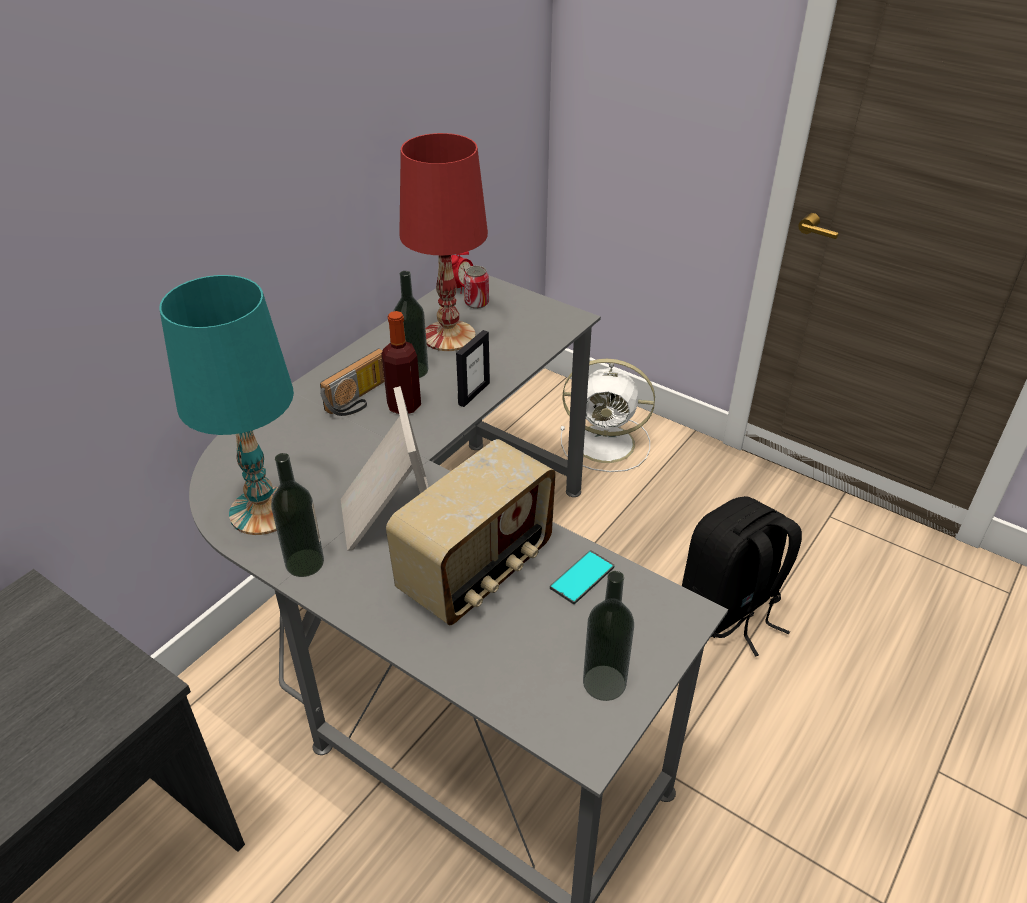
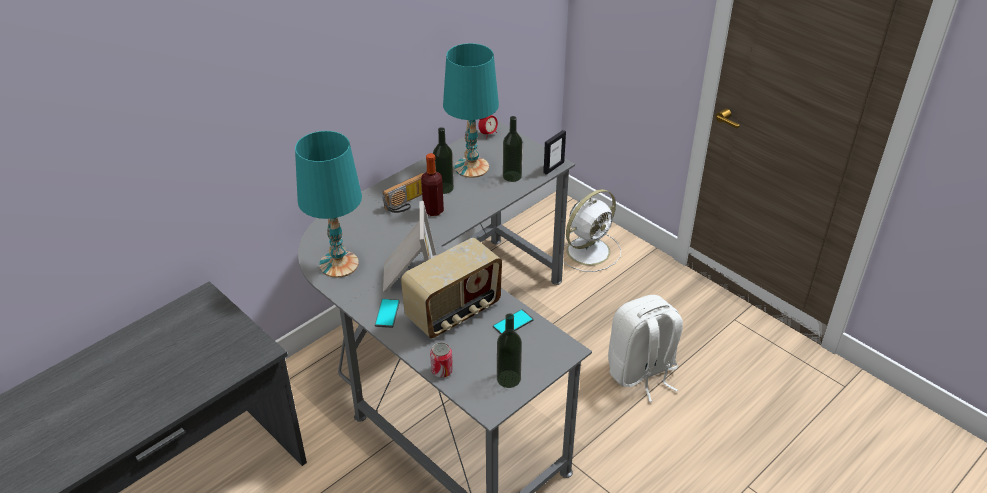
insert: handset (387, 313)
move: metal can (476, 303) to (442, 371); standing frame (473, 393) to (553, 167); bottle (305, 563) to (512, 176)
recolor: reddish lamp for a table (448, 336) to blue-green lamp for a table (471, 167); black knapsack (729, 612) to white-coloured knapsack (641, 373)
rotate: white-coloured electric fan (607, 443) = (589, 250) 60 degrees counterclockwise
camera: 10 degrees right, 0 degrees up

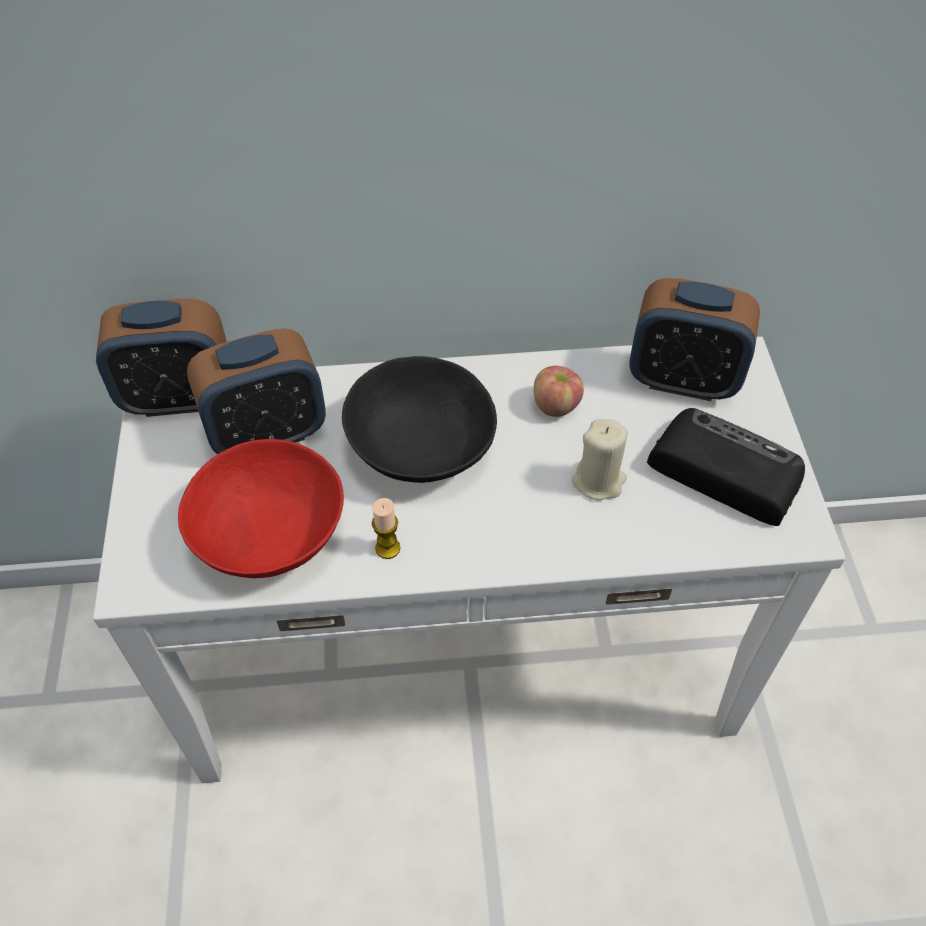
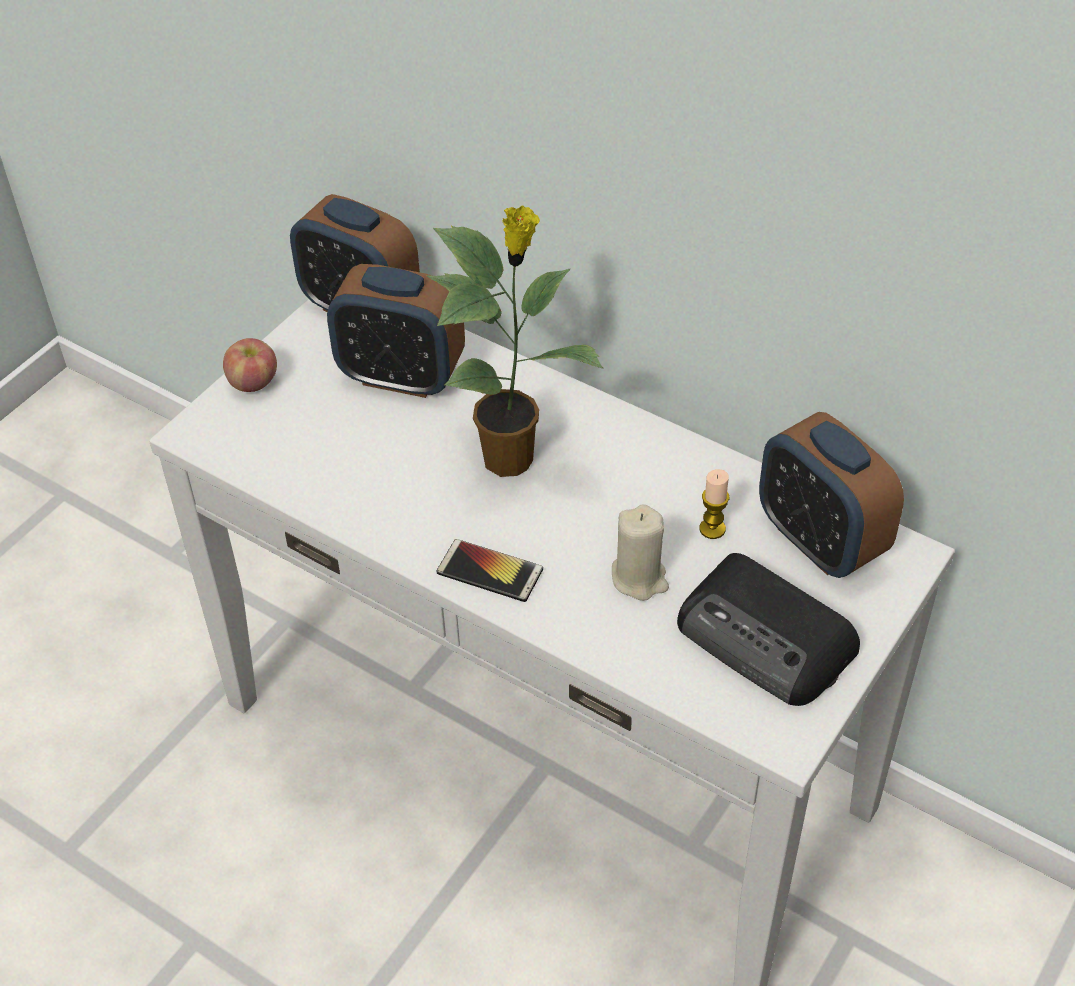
delete: reddish deep dish (271, 536)
insert: handset (490, 571)
move: apple (555, 405) to (253, 382); candle (387, 548) to (712, 529)
replace: black deep dish (419, 447) to potted plant (512, 458)
rotate: radio (722, 470) = (767, 640) 150 degrees clockwise
camera: 40 degrees right, 5 degrees down

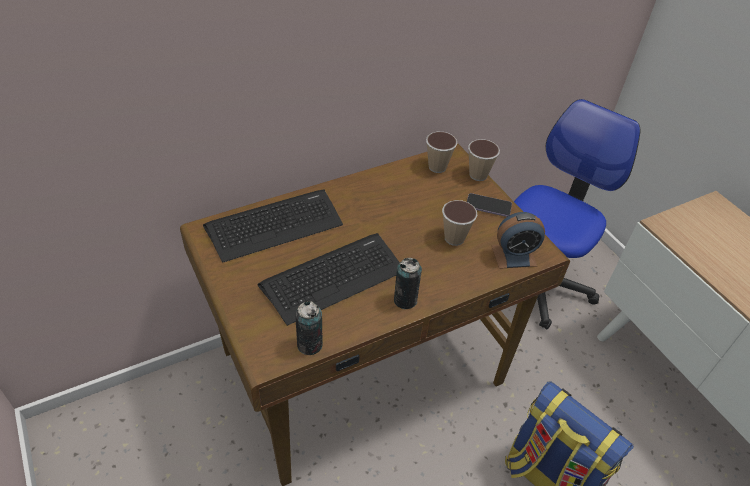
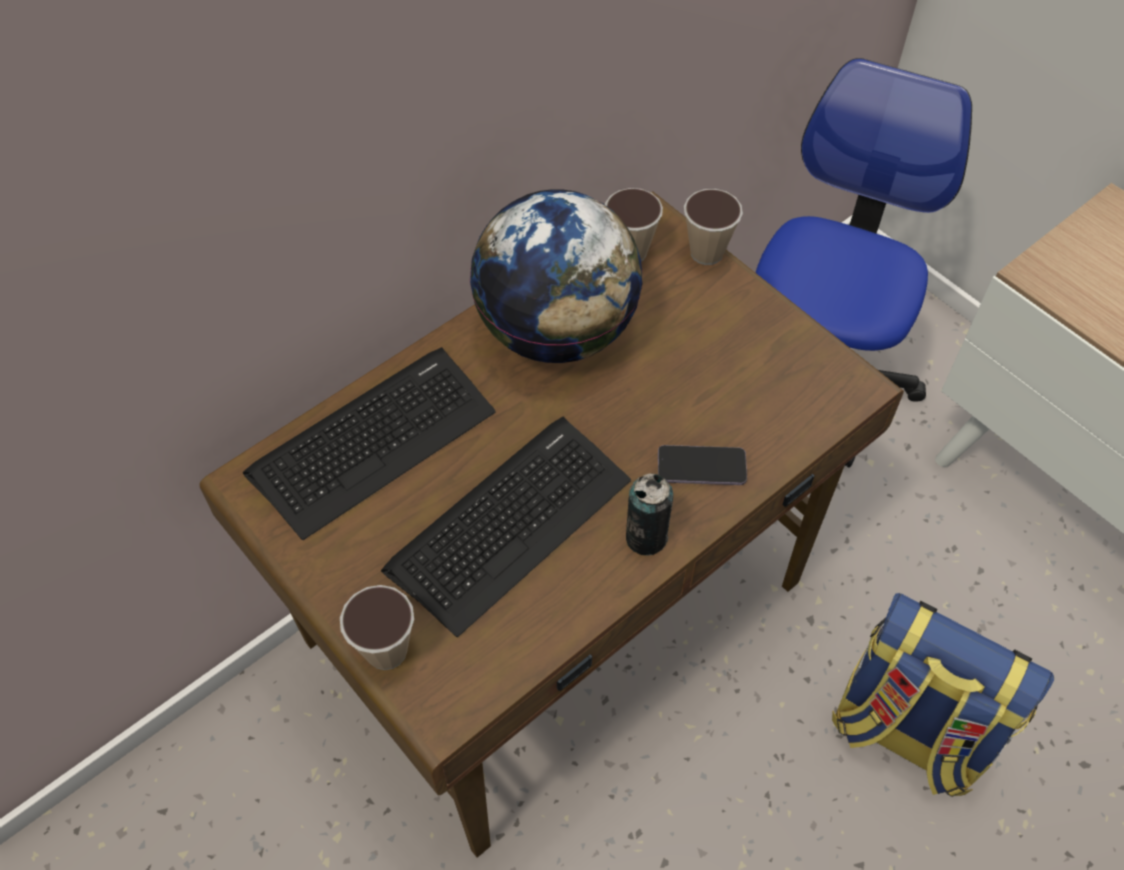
delete: table clock (514, 255); metal can (309, 345)
insert: globe (556, 332)
move: handset (488, 206) to (701, 467); cup (454, 238) to (386, 650)
camera: 10 degrees left, 10 degrees up

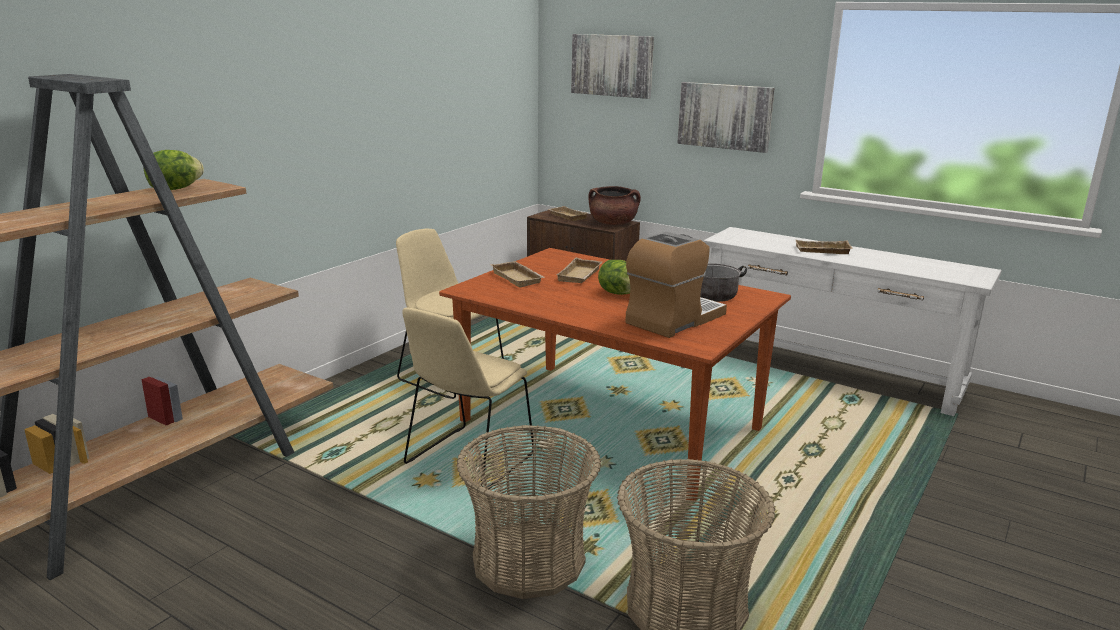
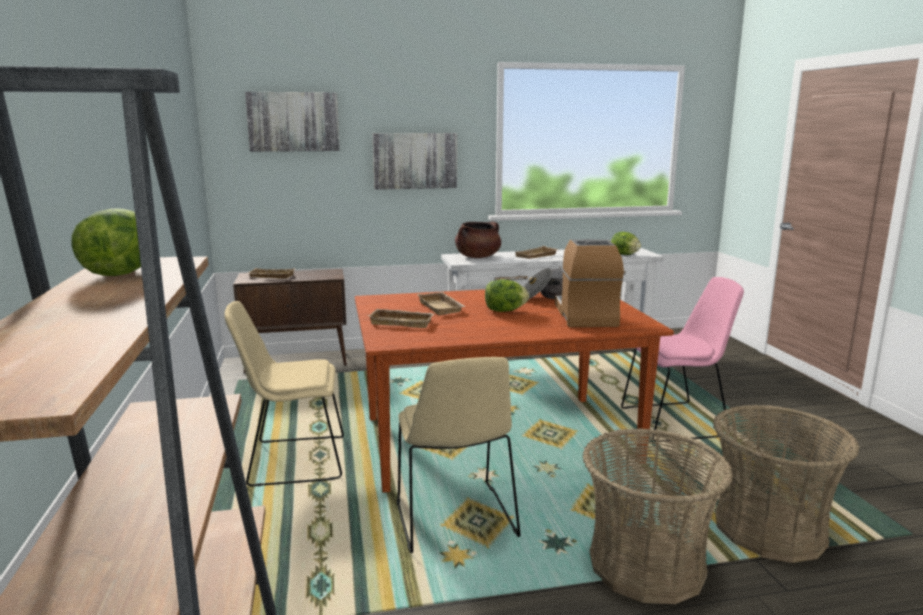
insert: lettuce head (624, 255); pink chair (676, 422)
move: brown-coloured cooking pot (613, 223) to (478, 257)
camera: 45 degrees left, 5 degrees down

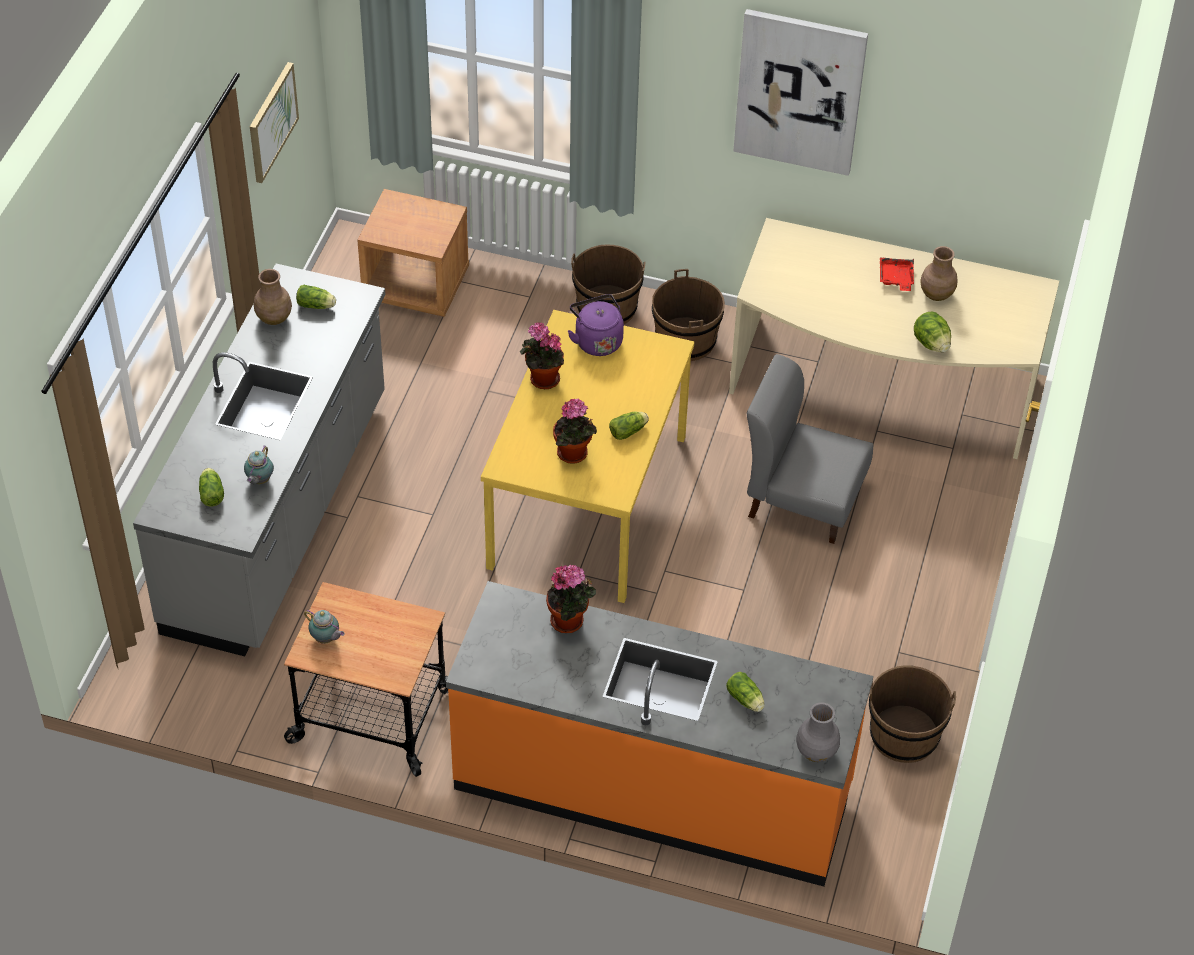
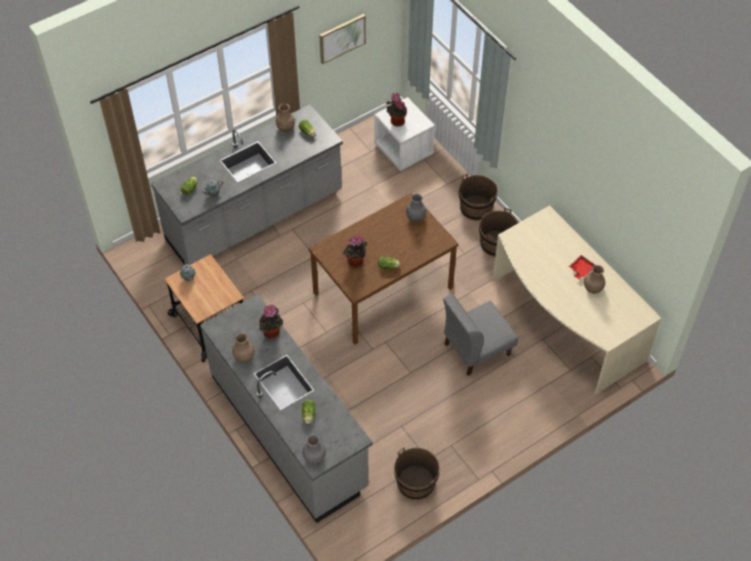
delete: wall art (799, 91); lettuce head (931, 343)
insert: brown-coloured vase (244, 357)
move: potted plant (542, 380) to (396, 121)
replace: purple-coloured water kettle (596, 340) to gray vase (416, 217)
recolor: brown-coloured night table (416, 285) to white-coloured night table (404, 150); yellowish dining table (587, 500) to brown-coloured dining table (383, 289); orange counter (653, 787) to gray counter (289, 431)
rotate: gray chair (802, 500) = (476, 349) 90 degrees counterclockwise
camera: 40 degrees right, 5 degrees up

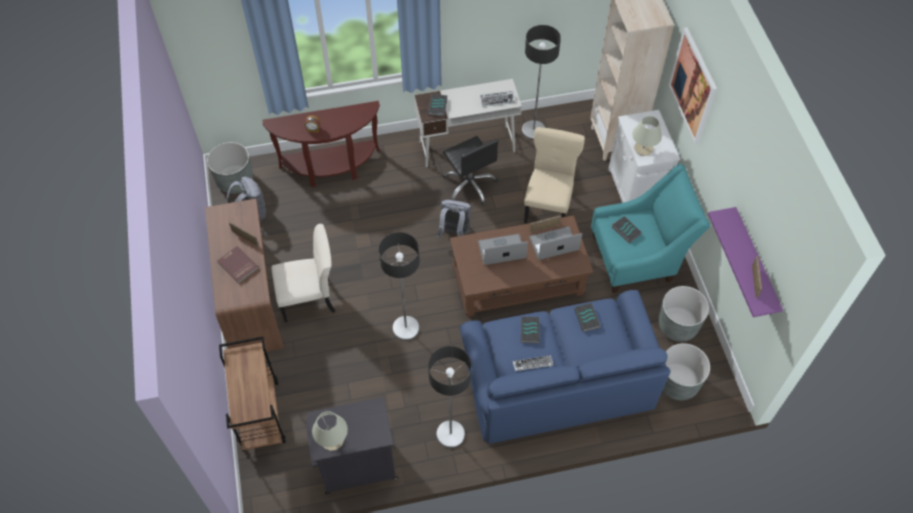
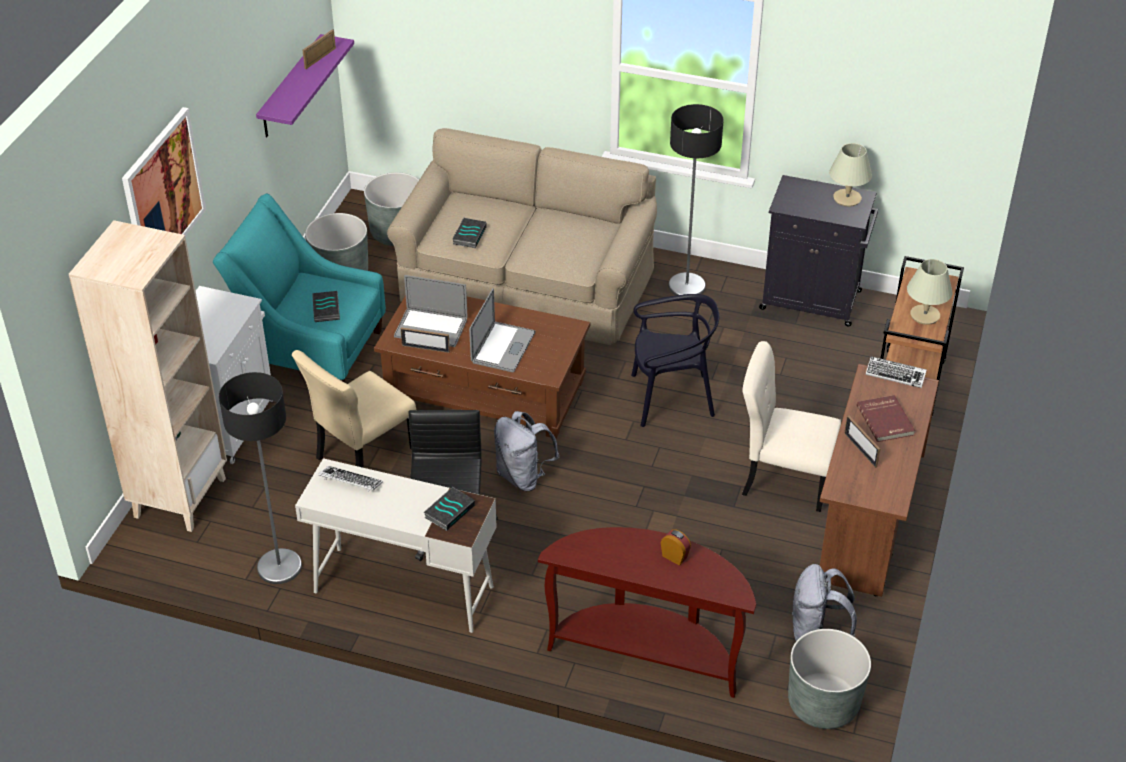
delete: volume (530, 331)
move: beige-coloured lamp for a table (643, 148) to (924, 315); computer keyboard (532, 364) to (895, 375)
replace: floor lamp (405, 328) to black chair (671, 398)
recolor: blue settee (557, 380) to beige-coloured settee (527, 283)
rotate: notebook computer (501, 250) = (503, 347) 90 degrees counterclockwise
camera: 150 degrees left, 15 degrees down

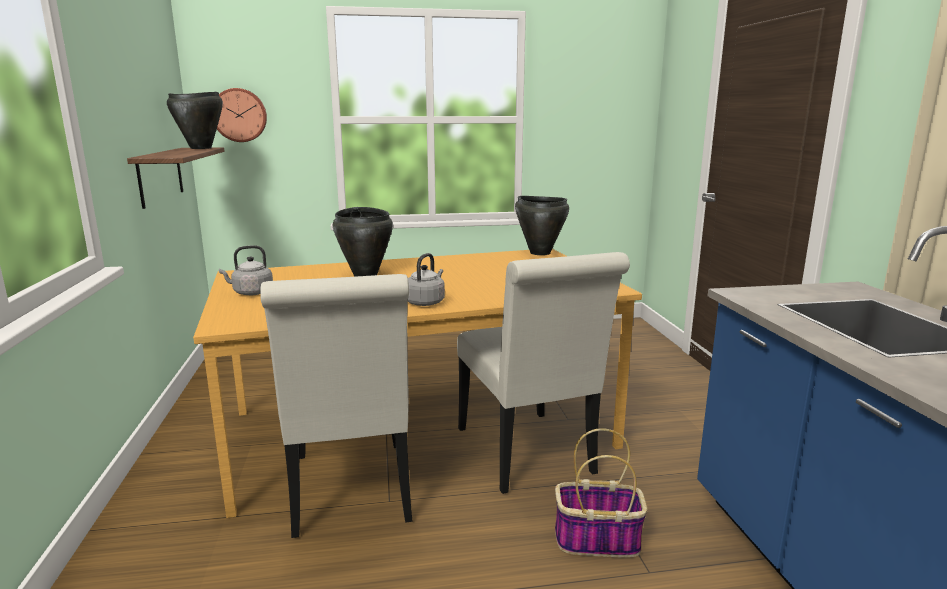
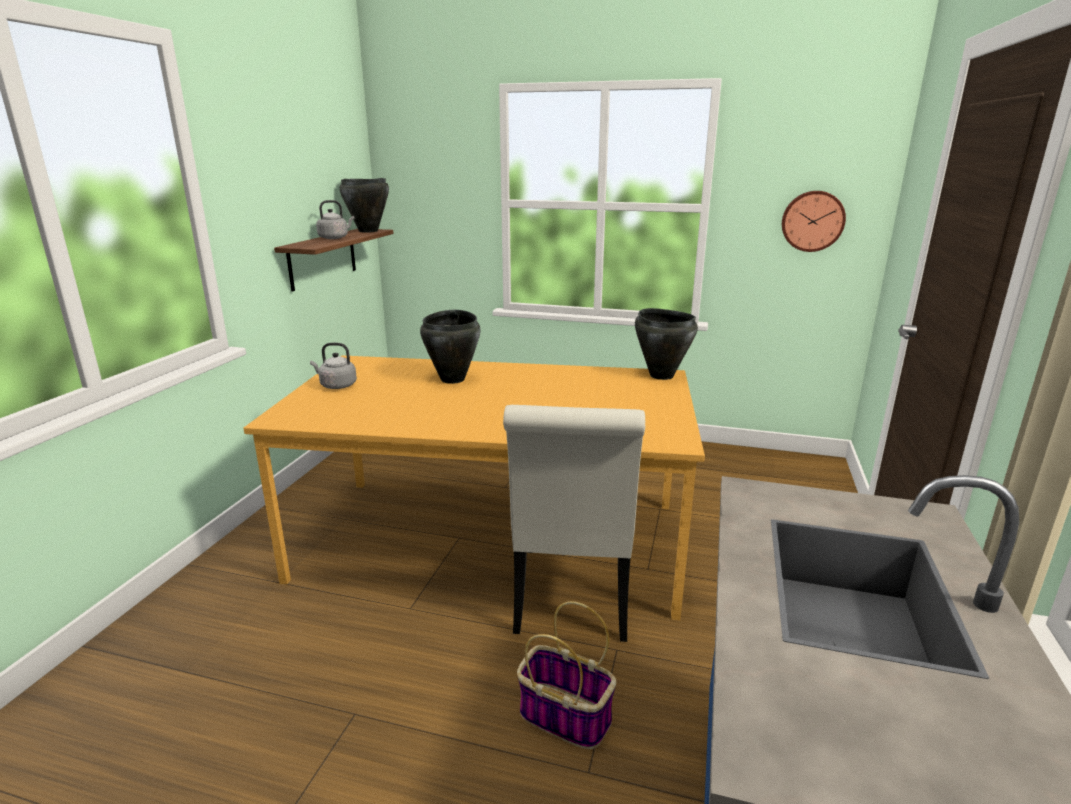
delete: white-coloured chair (351, 494)
move: clock on the wall (240, 115) to (812, 221); gray water kettle (426, 302) to (335, 238)
camera: 25 degrees right, 5 degrees up

